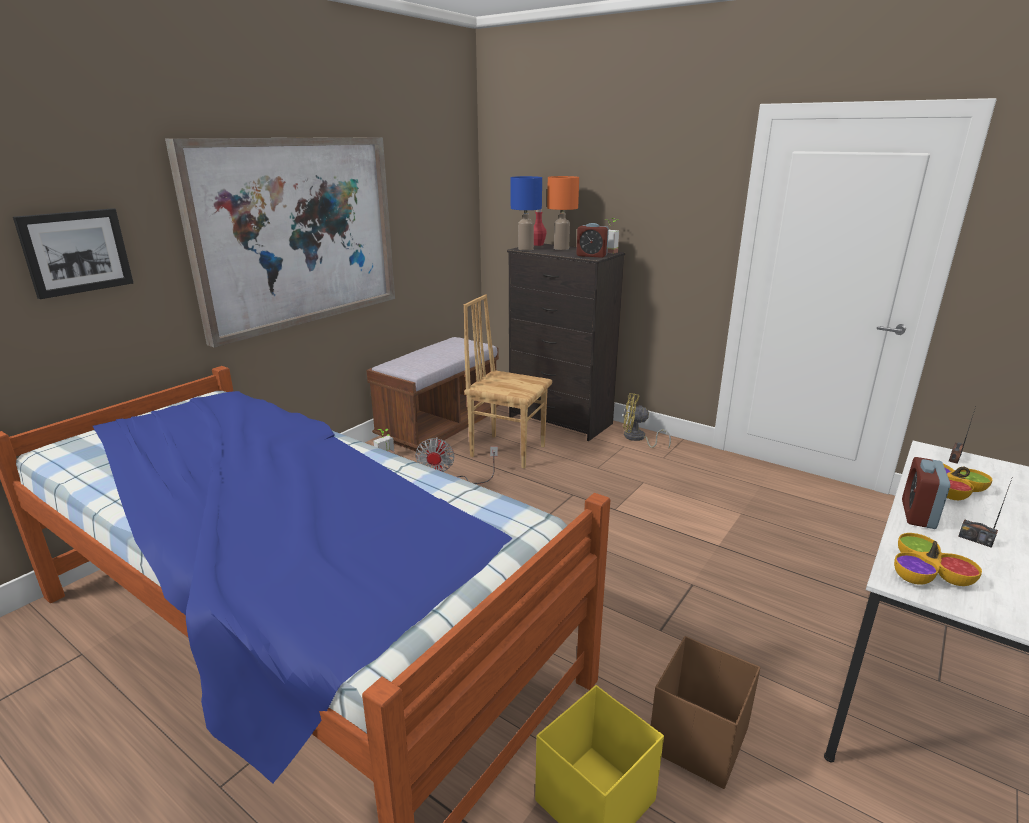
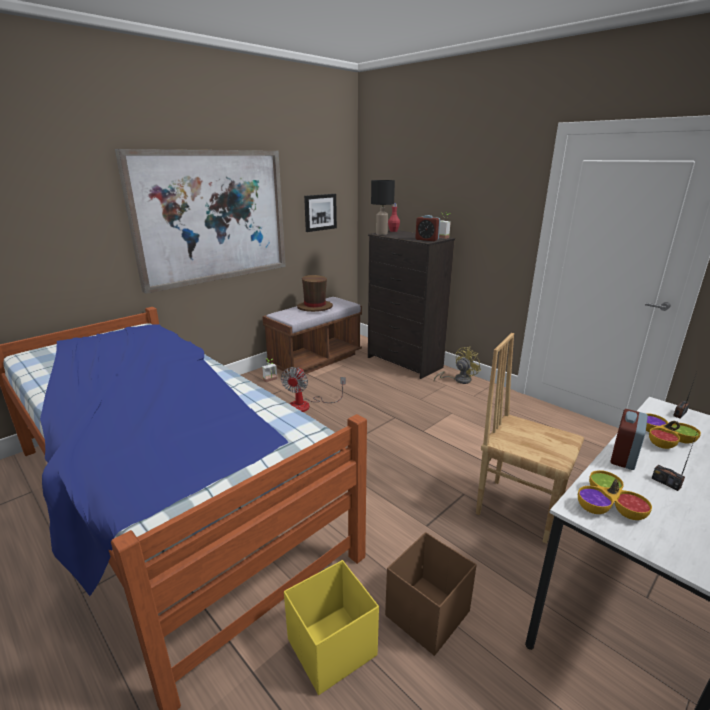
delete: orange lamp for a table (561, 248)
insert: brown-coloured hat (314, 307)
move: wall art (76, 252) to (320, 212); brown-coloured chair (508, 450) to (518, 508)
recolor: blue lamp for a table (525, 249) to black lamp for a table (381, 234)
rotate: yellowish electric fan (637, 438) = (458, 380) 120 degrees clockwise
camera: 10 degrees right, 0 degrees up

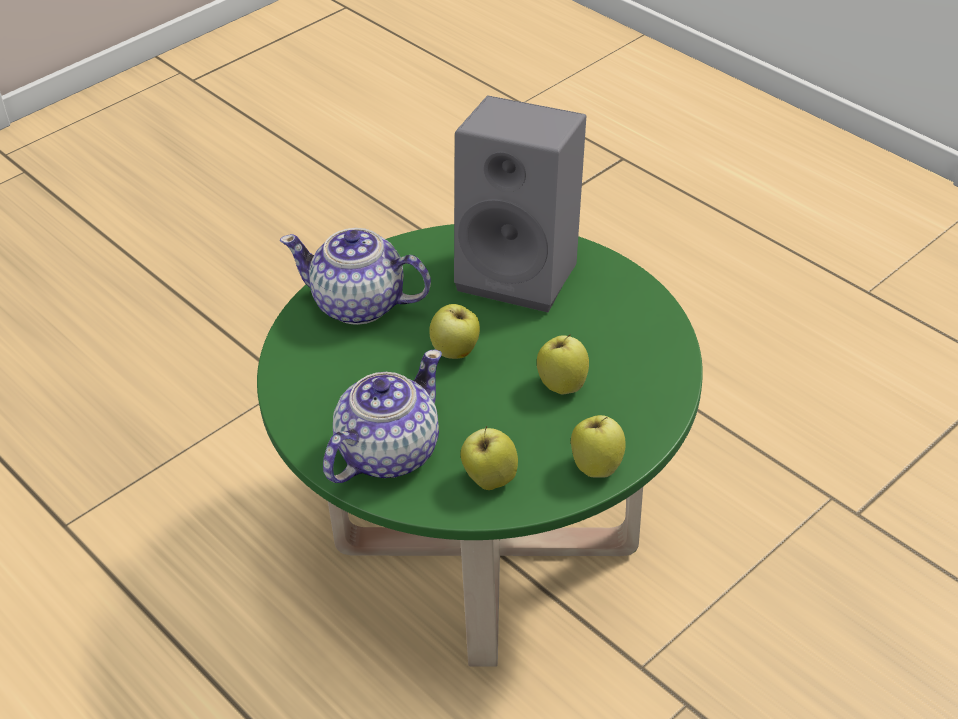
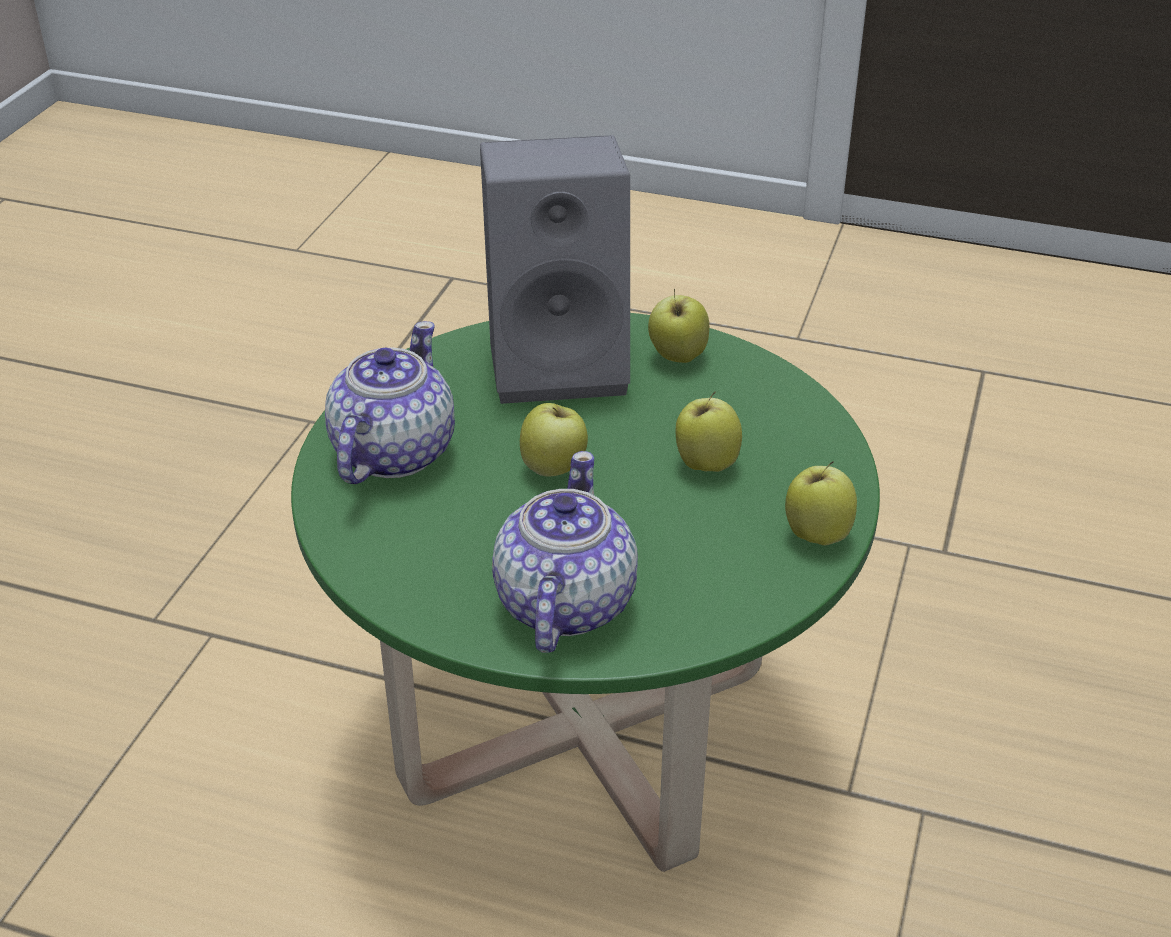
move: apple (489, 479) to (677, 357)
rotate: tea pot (360, 305) = (391, 453) 120 degrees clockwise
camera: 30 degrees left, 5 degrees down

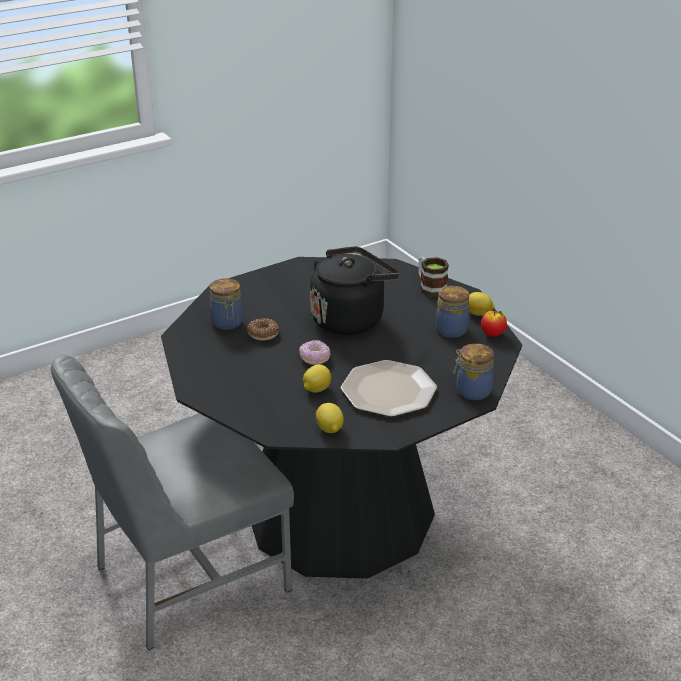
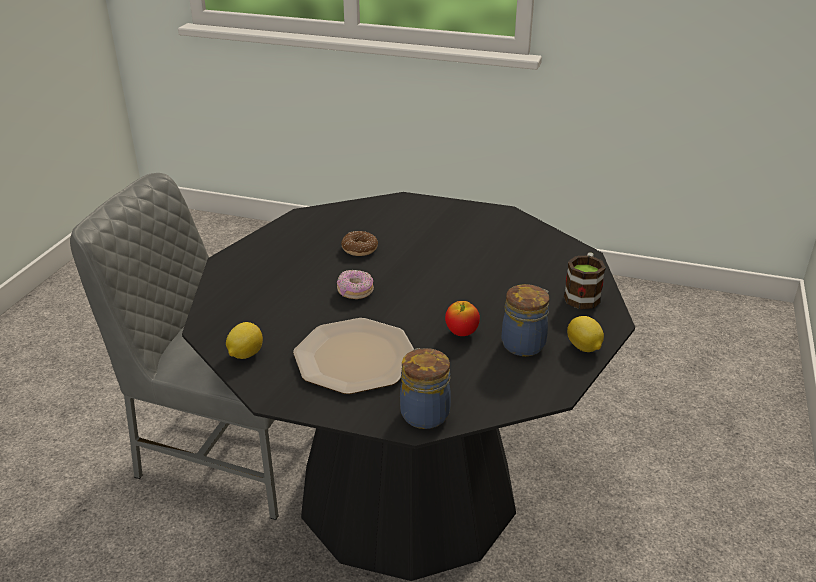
delete: black water kettle (350, 319); storage jar (227, 323); lemon (316, 389)
move: apple (492, 334) to (461, 333)
camera: 50 degrees right, 0 degrees up

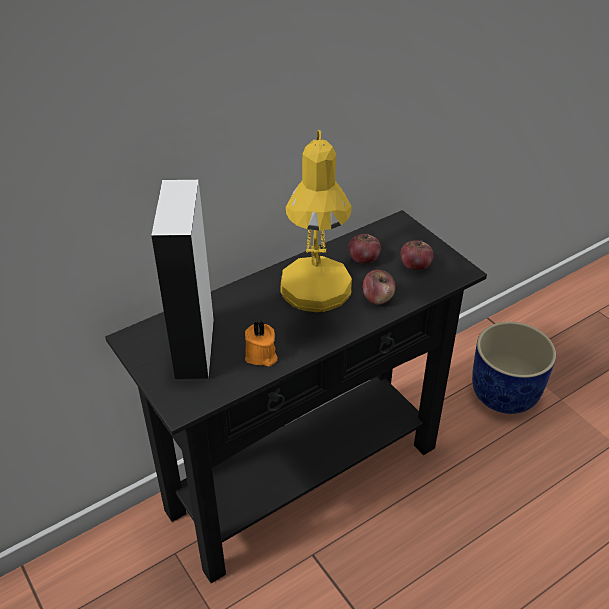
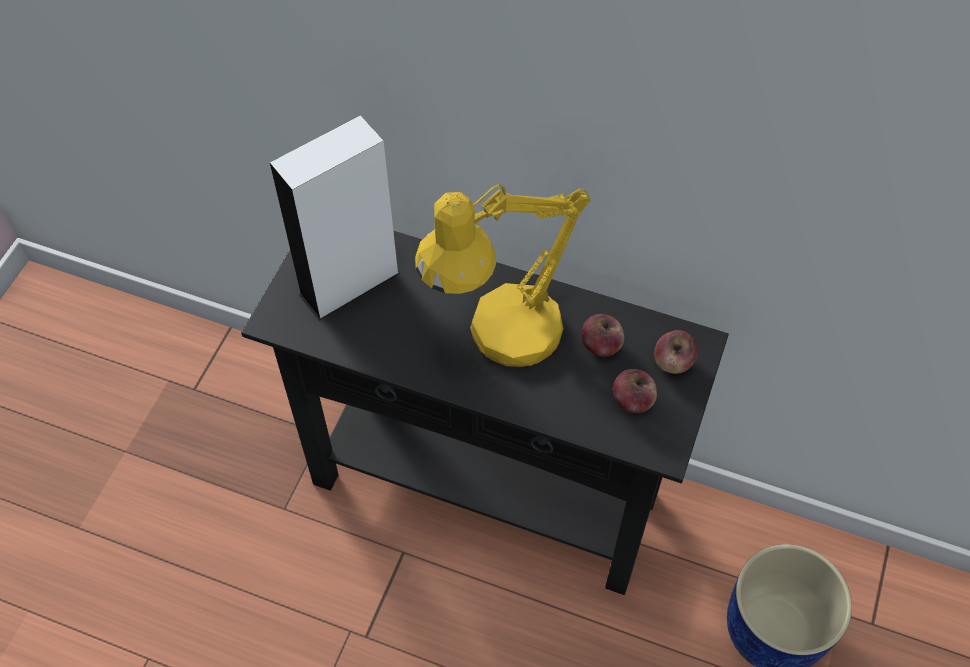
delete: orange candle (261, 356)
move: apple (378, 298) to (673, 362)
camera: 55 degrees right, 15 degrees up

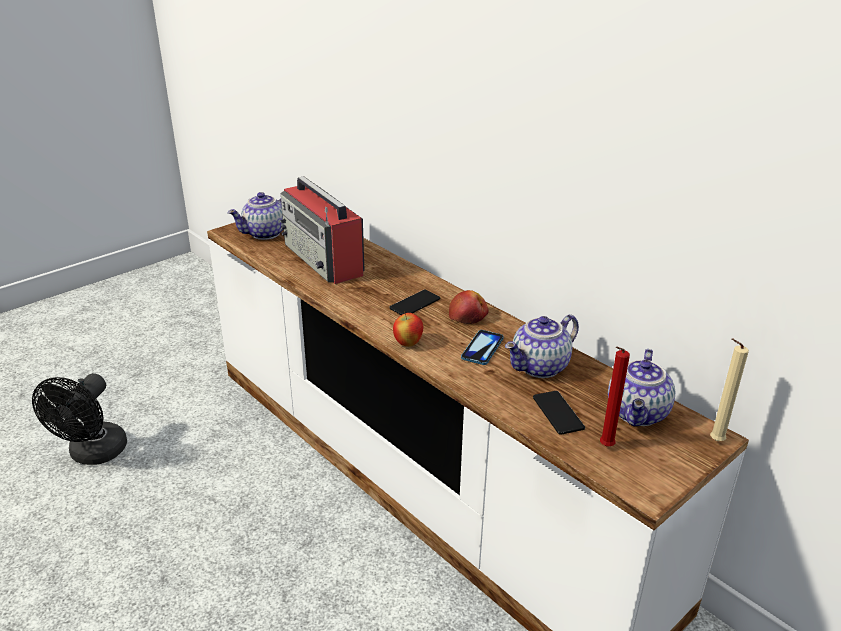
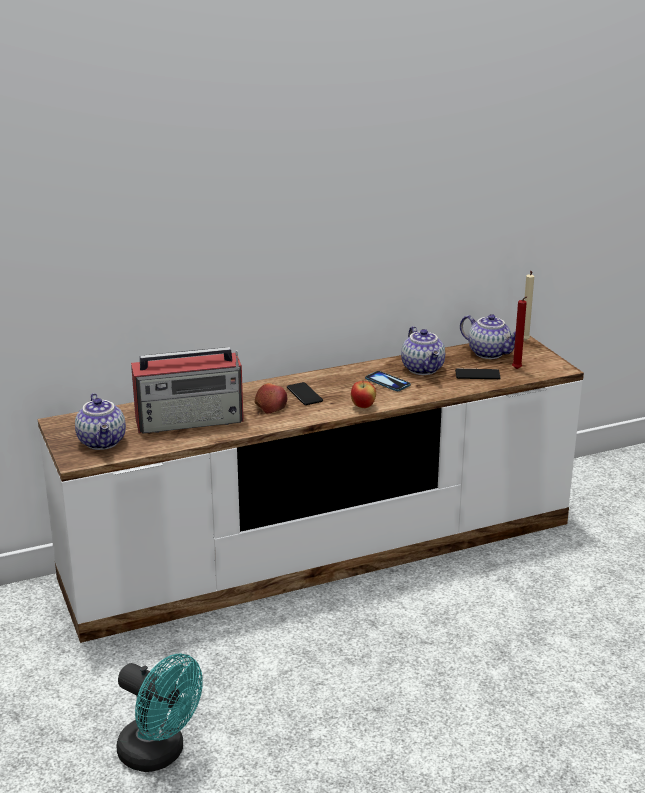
move: apple (468, 316) to (270, 405)
recolor: black electric fan (93, 454) to blue-green electric fan (160, 754)
camera: 70 degrees left, 5 degrees down

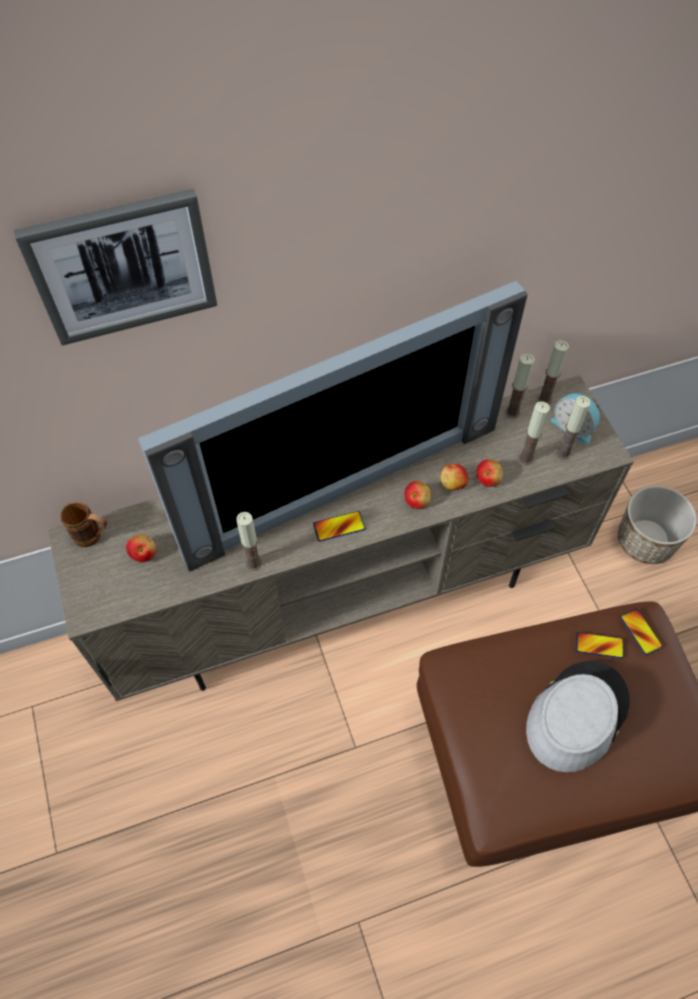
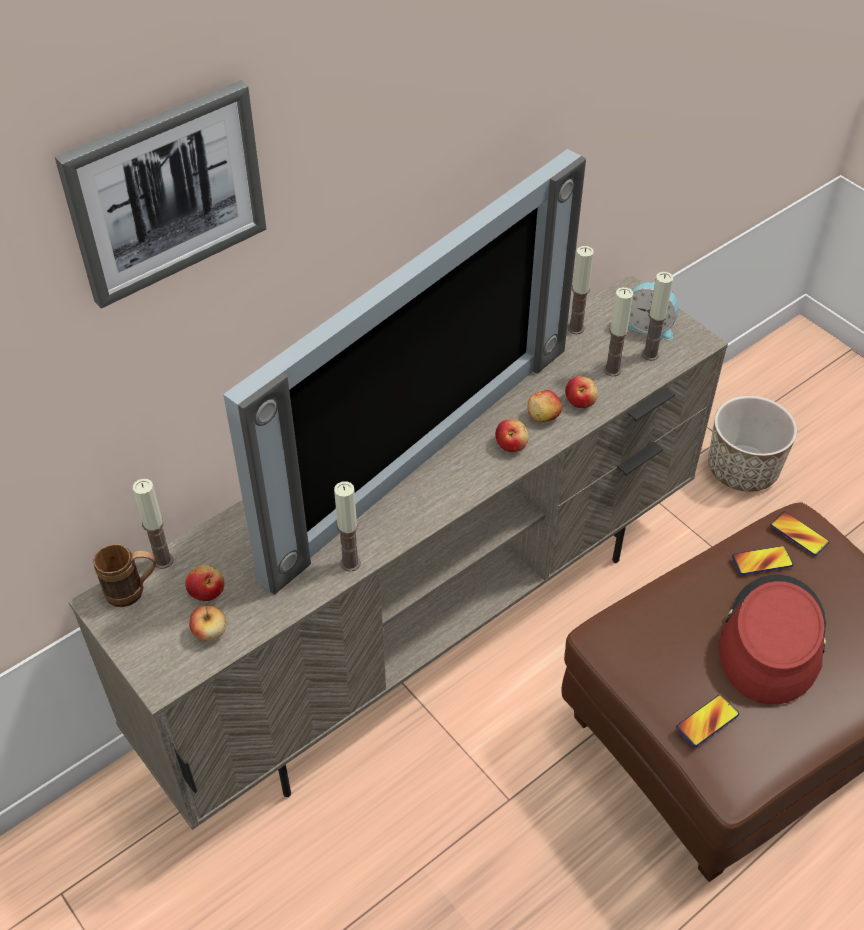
insert: apple (210, 632)
move: candle (544, 399) to (163, 560); handset (339, 527) to (707, 721)
recolor: gray hat (576, 715) to reddish hat (772, 640)
camera: 20 degrees left, 10 degrees down

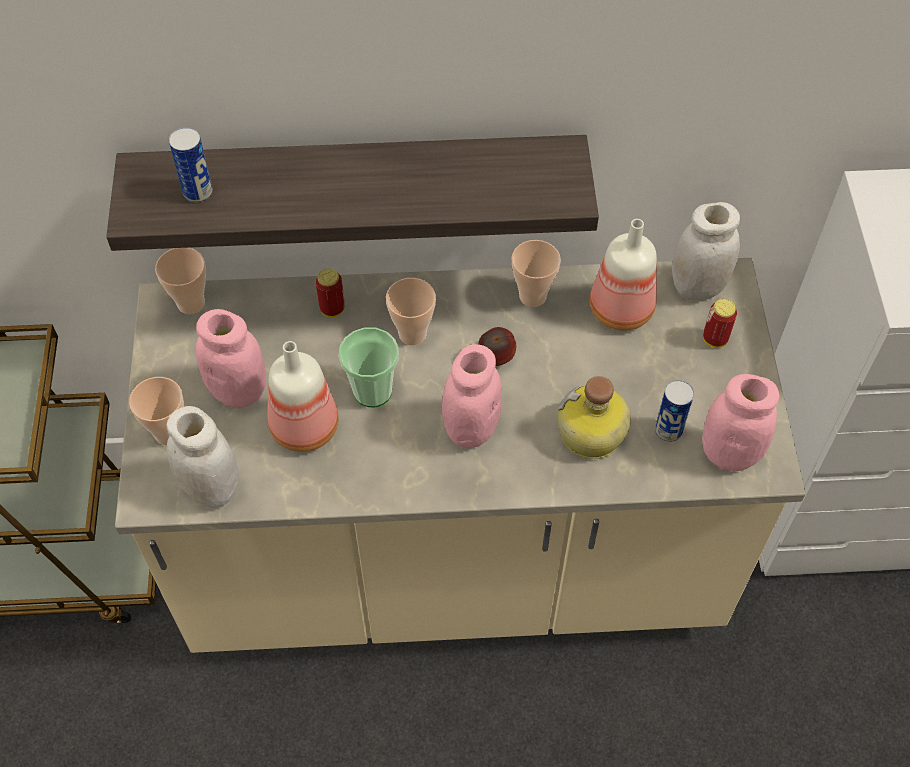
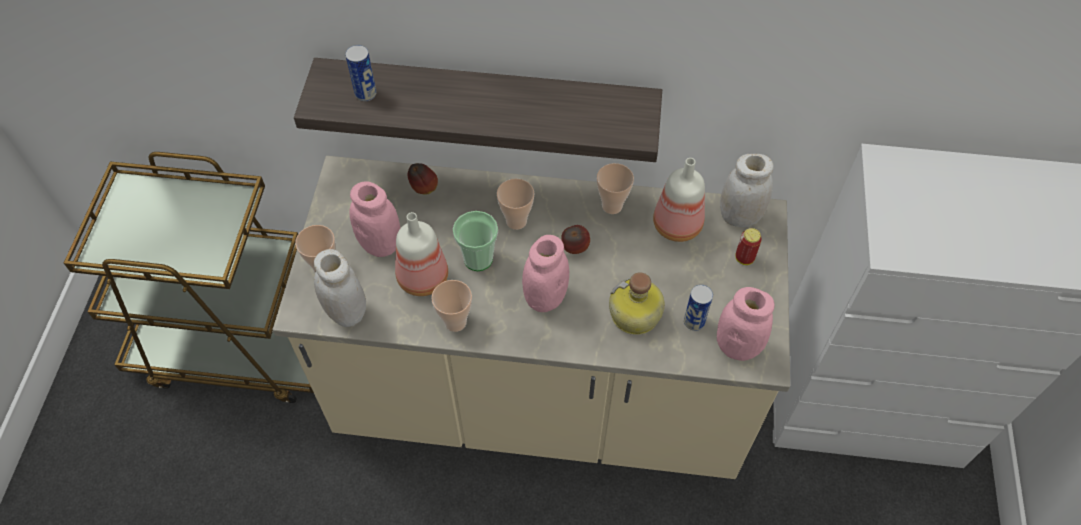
delete: metal can (332, 309)
insert: apple (423, 189)
move: cup (191, 303) to (455, 322)
camera: 10 degrees right, 0 degrees up

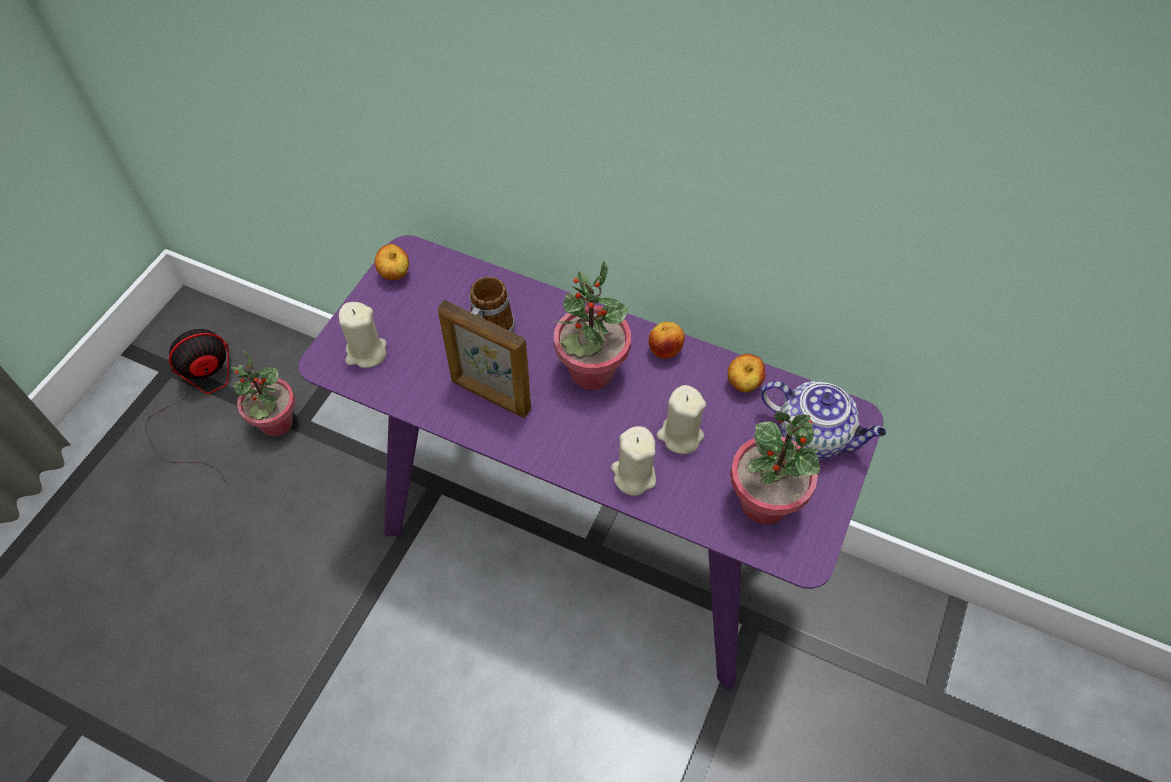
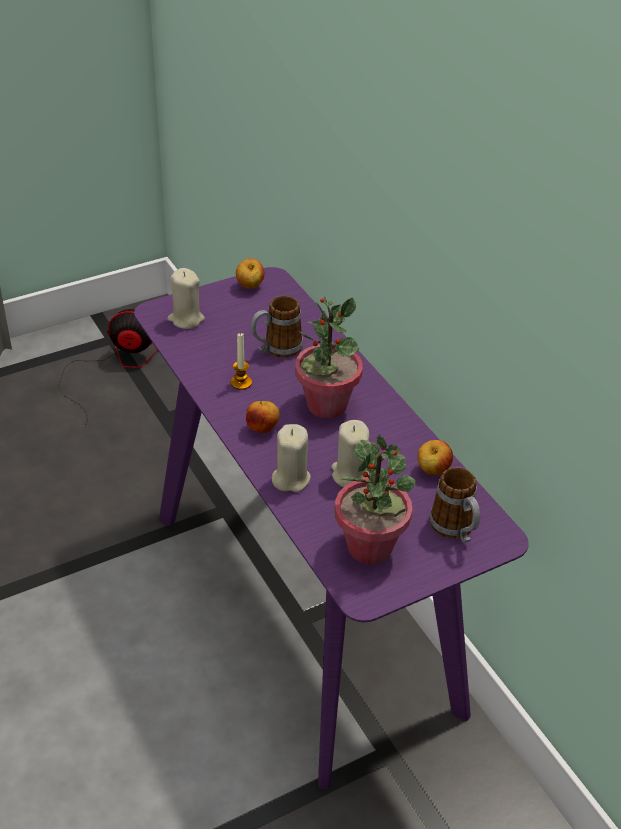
delete: potted plant (276, 423)
move: apple (665, 350) to (262, 428)
replace: standing frame (490, 396) to candle (241, 383); tea pot (814, 435) to tea mug (455, 530)
camera: 35 degrees right, 15 degrees down

